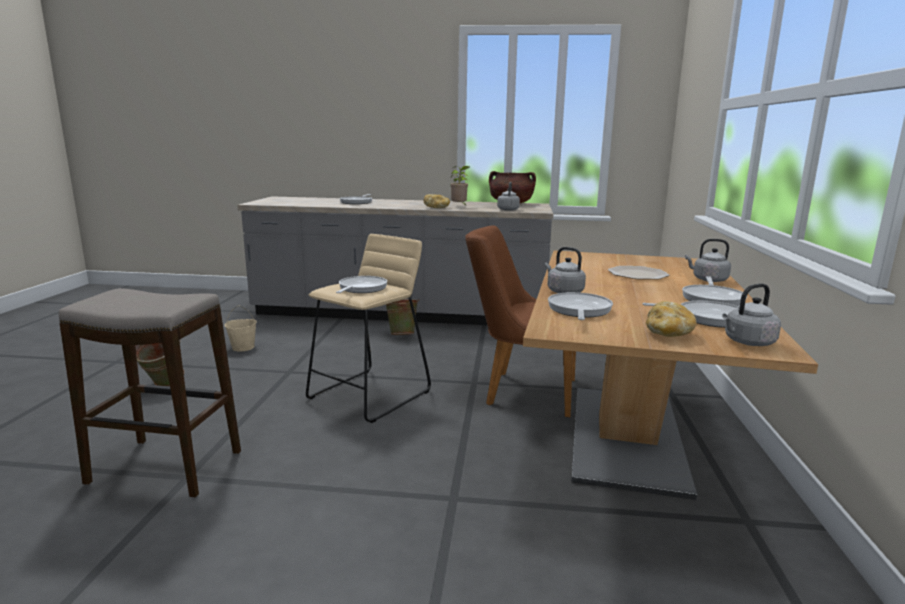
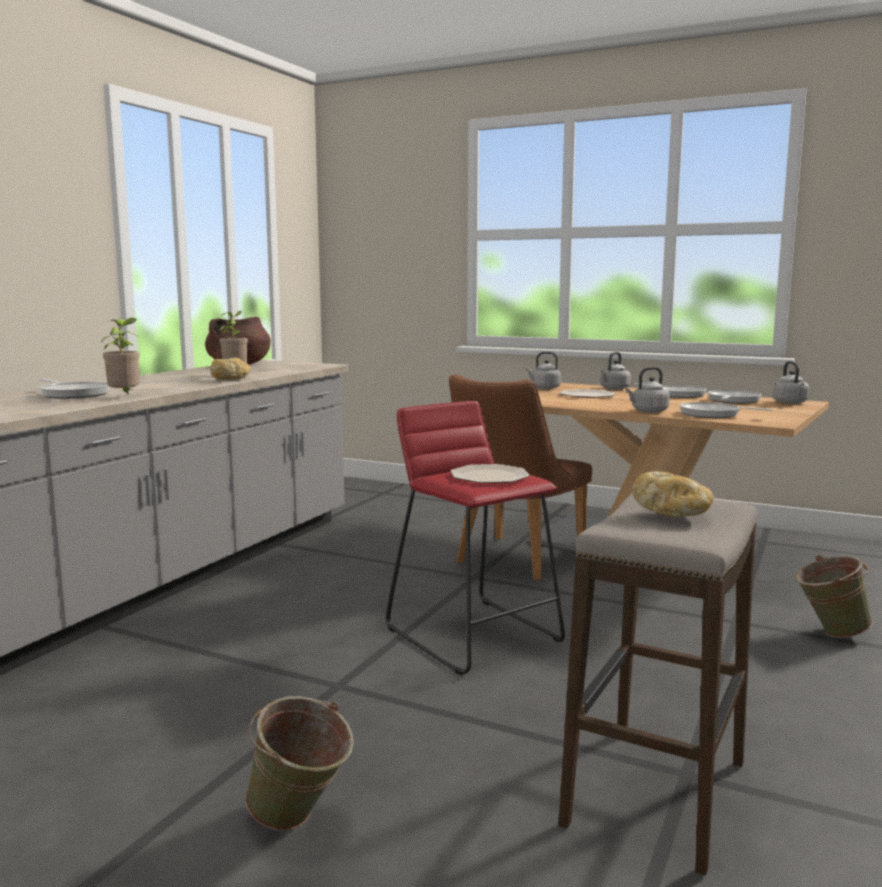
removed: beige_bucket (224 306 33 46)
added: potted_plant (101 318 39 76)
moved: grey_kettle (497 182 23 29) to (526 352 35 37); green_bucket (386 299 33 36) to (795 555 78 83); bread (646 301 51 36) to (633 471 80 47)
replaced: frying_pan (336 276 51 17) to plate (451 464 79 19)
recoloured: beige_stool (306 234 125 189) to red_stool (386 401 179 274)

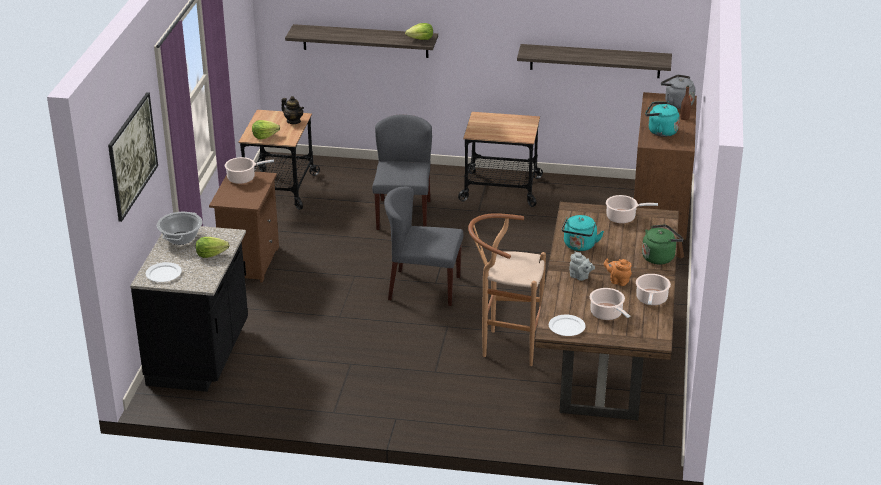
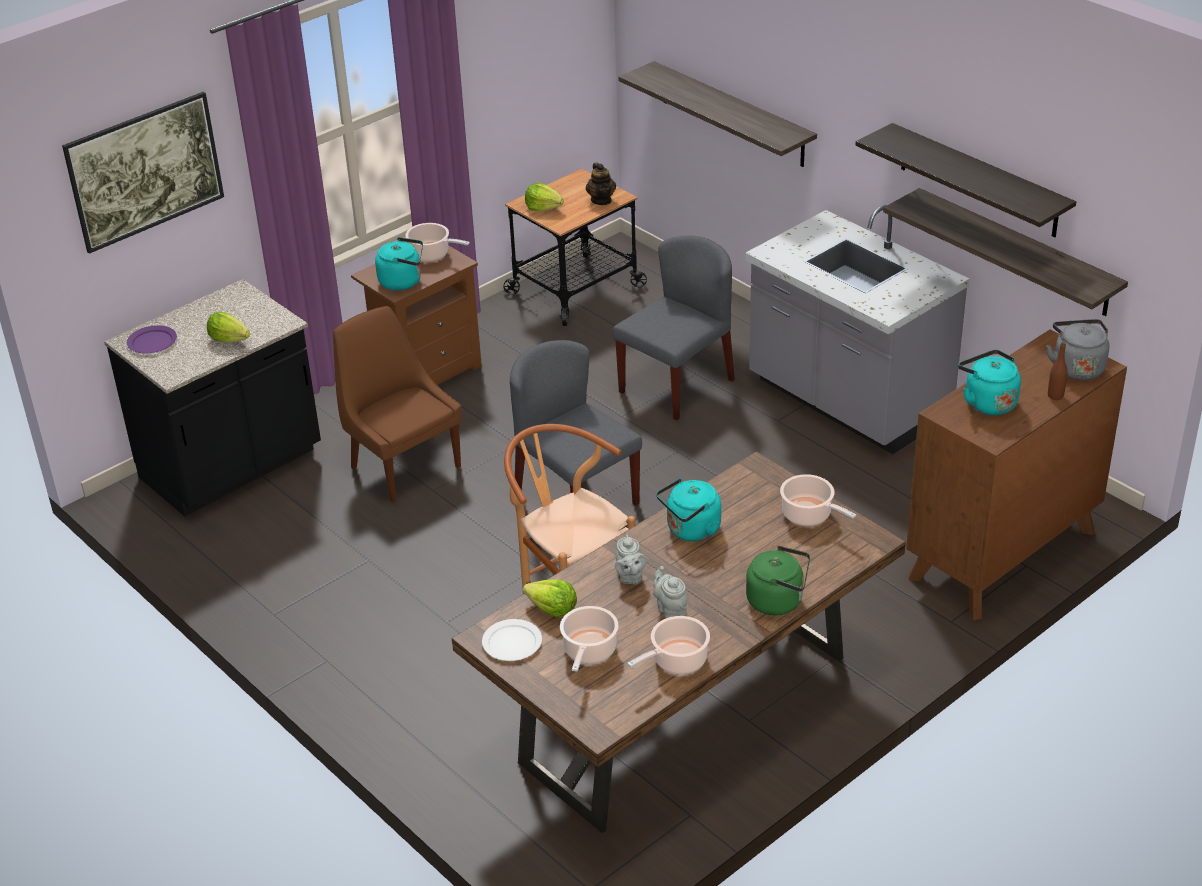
removed: cooking_pot (157 211 45 34)
added: shelf (855 123 221 114); turquoise_kettle (375 237 48 53); brown_chair (333 306 129 196)
moved: lettuce (405 23 28 17) to (523 579 54 39)
replaced: cart (458 112 85 95) to grey_counter (745 205 224 249)
recoloured: orange_teapot (604 259 28 27) to grey_teapot (653 566 34 53); white_plate (146 262 36 20) to purple_plate (127 325 50 28)

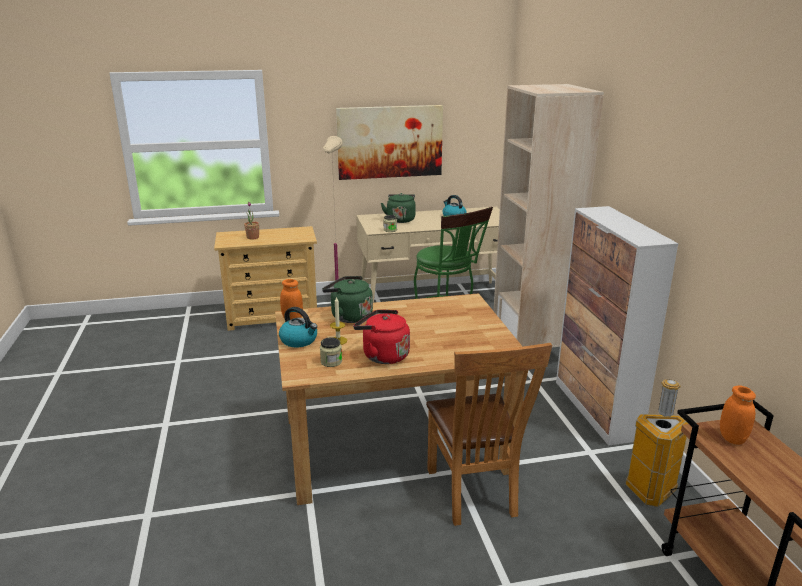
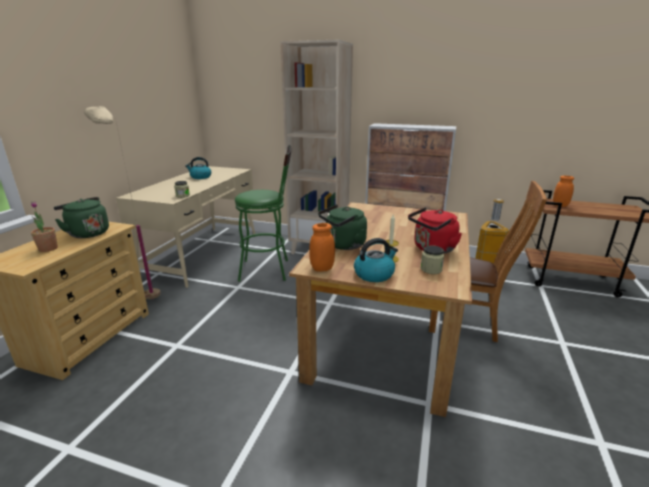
removed: picture (336 105 107 75)
moved: green_kettle (381 193 35 30) to (54 197 55 41)

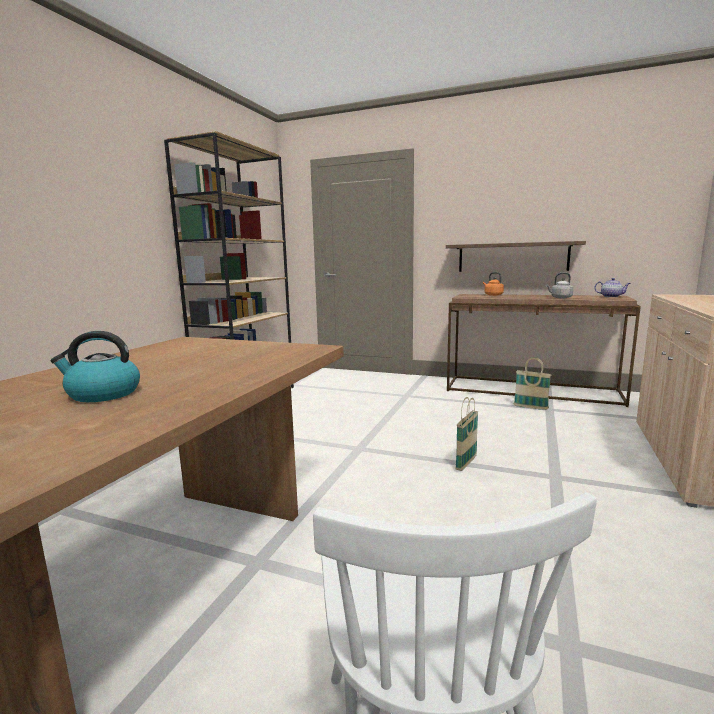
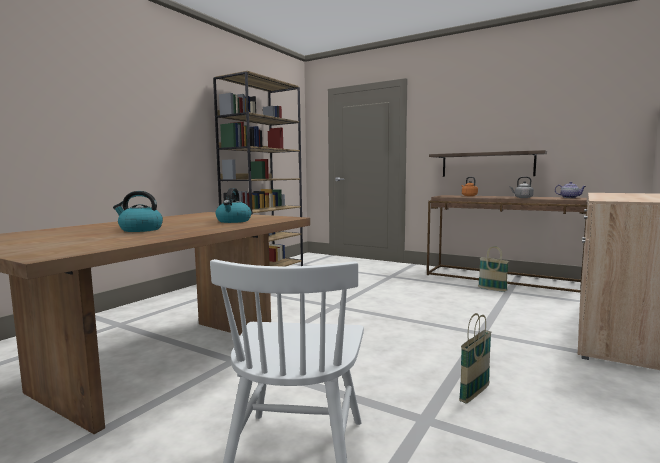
added: kettle (216 188 35 35)
moved: basket (455 397 23 74) to (459 313 32 91)

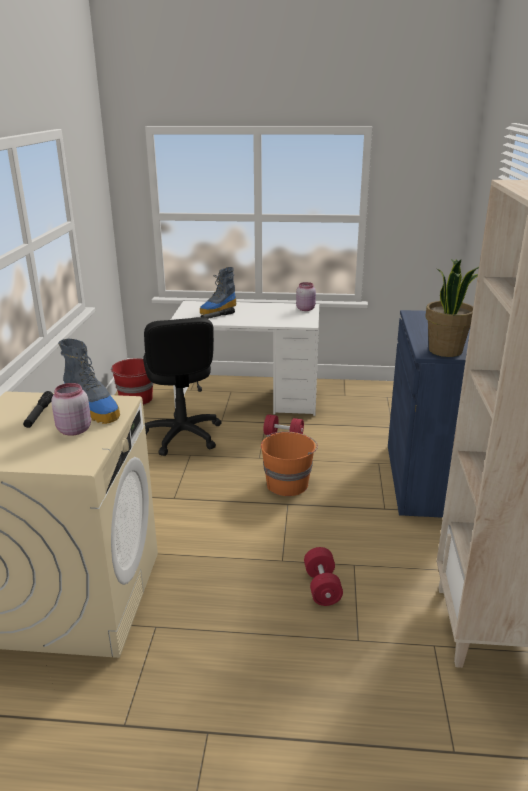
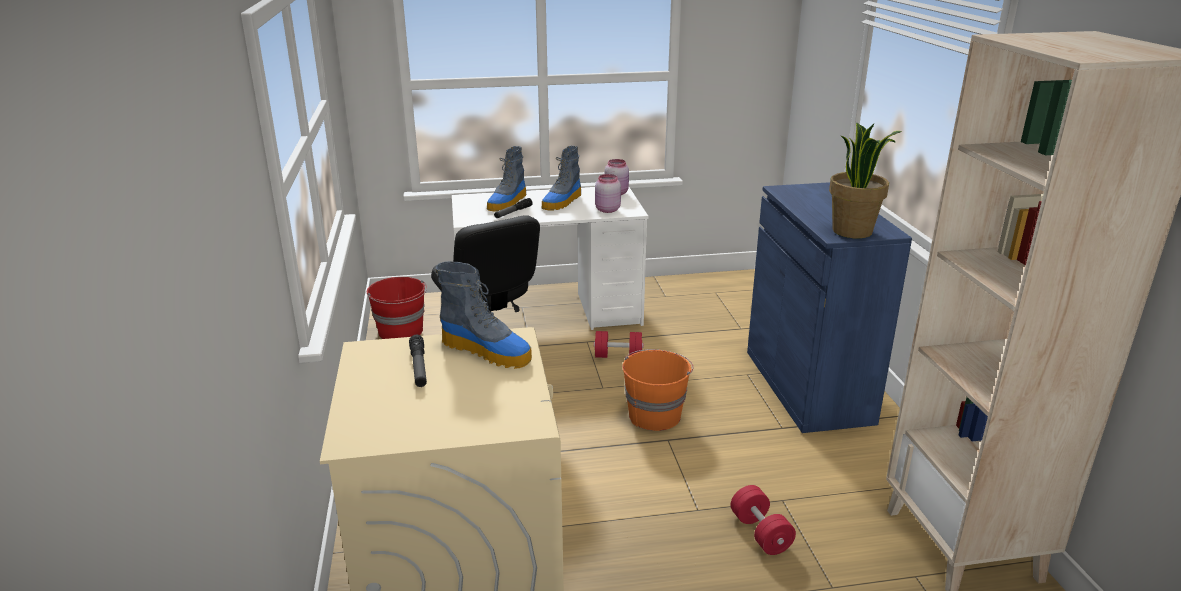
added: boot (541 146 40 65)
moved: pink_jar (51 383 40 53) to (595 174 26 39)

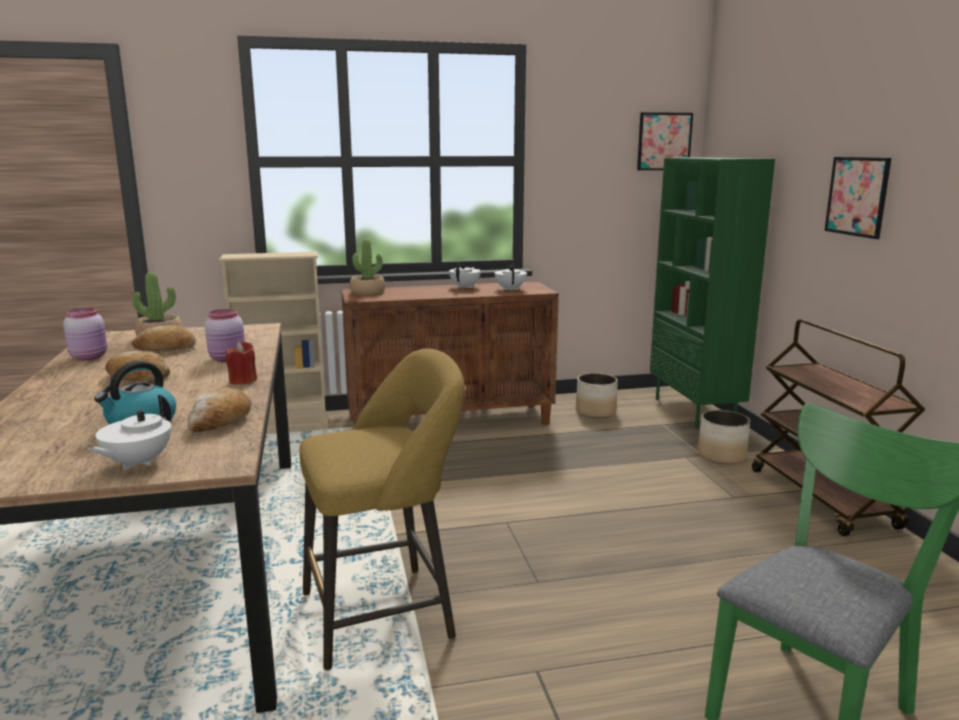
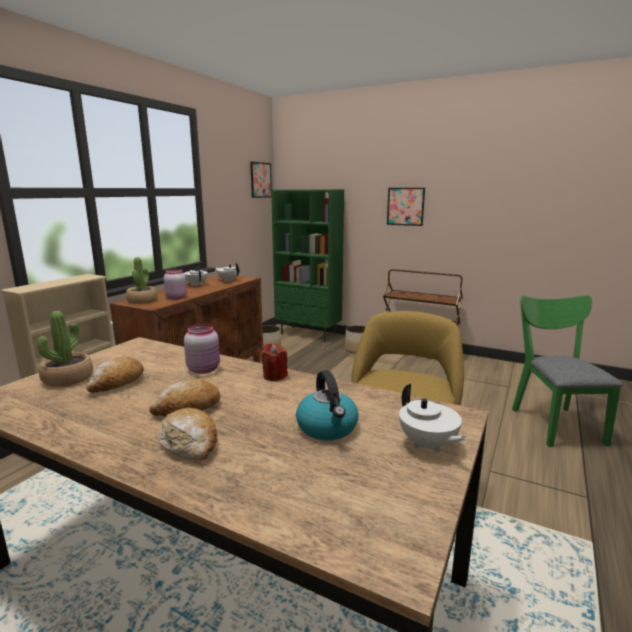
moved: pink_jar (63 308 44 52) to (164 269 23 31); bread (187 387 64 45) to (158 407 59 54)

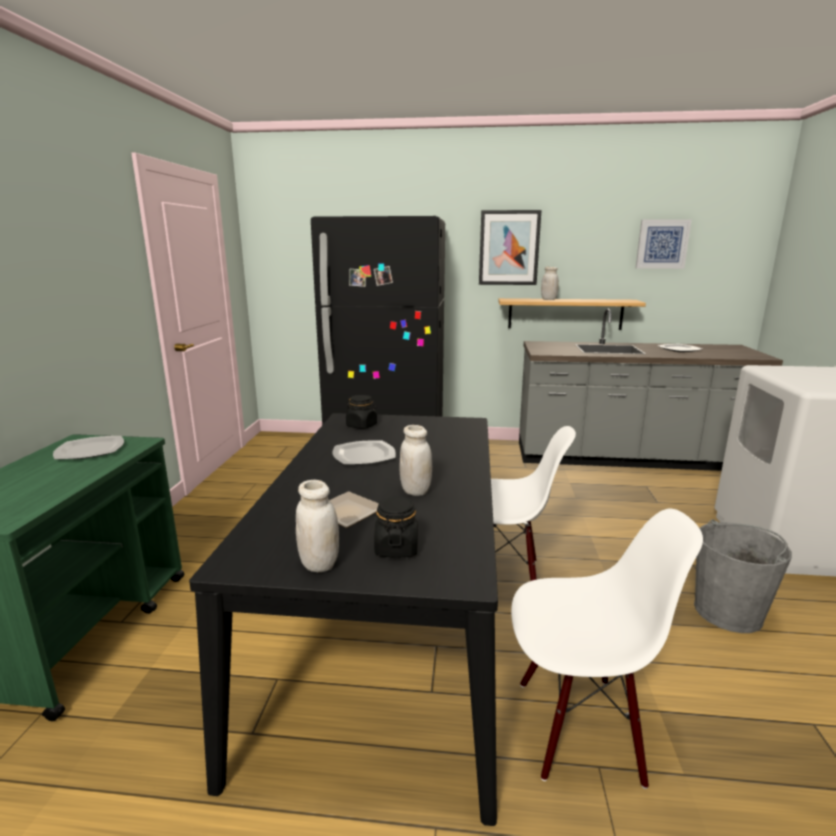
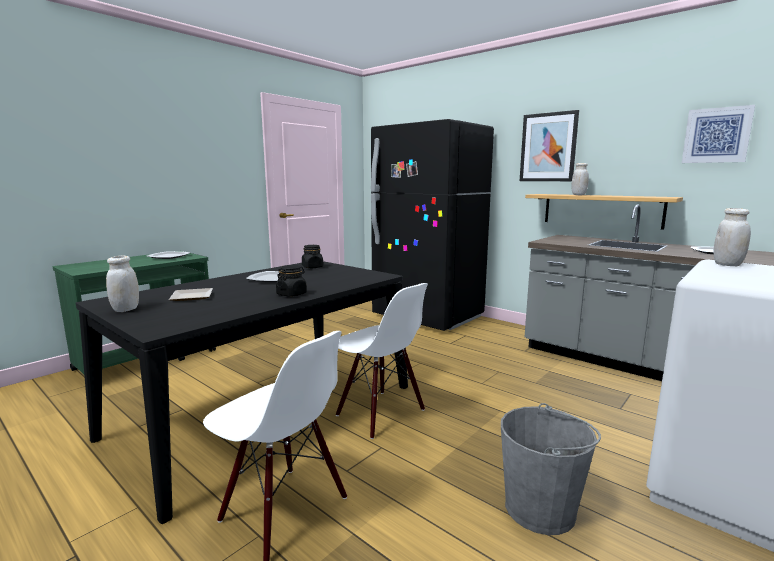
moved: white_jar (400 425 32 71) to (714 208 37 58); black_jar (374 496 44 61) to (276 265 31 32)

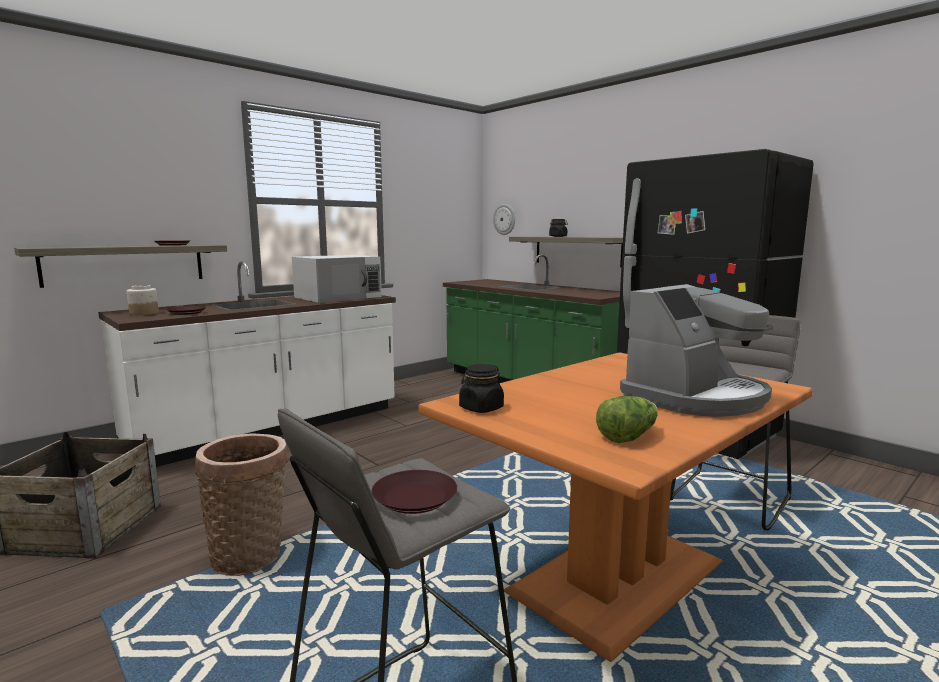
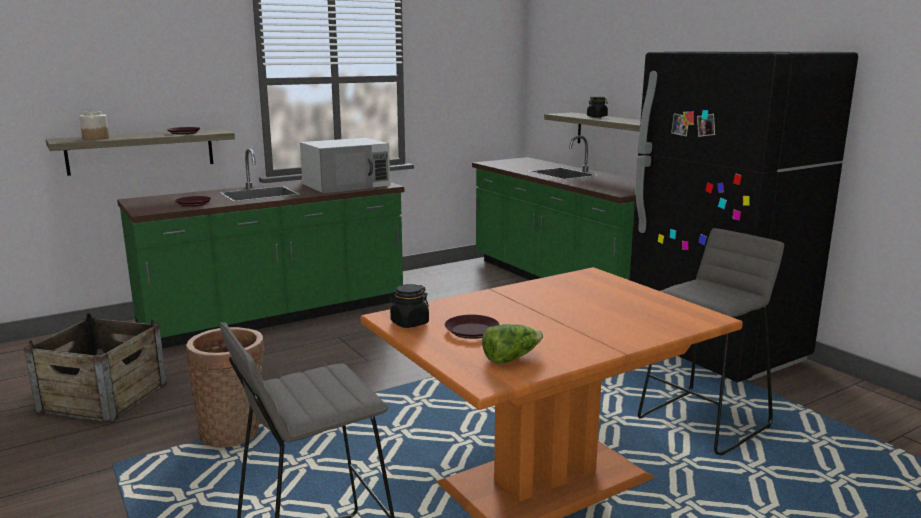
removed: wall_clock (493 204 22 31); coffee_machine (620 284 153 133)
moved: jar (127 285 32 30) to (79 111 30 29); brown_plate (372 470 85 44) to (445 315 55 24)
recoloured: white_counter (98 261 298 206) to green_counter (117 148 287 200)

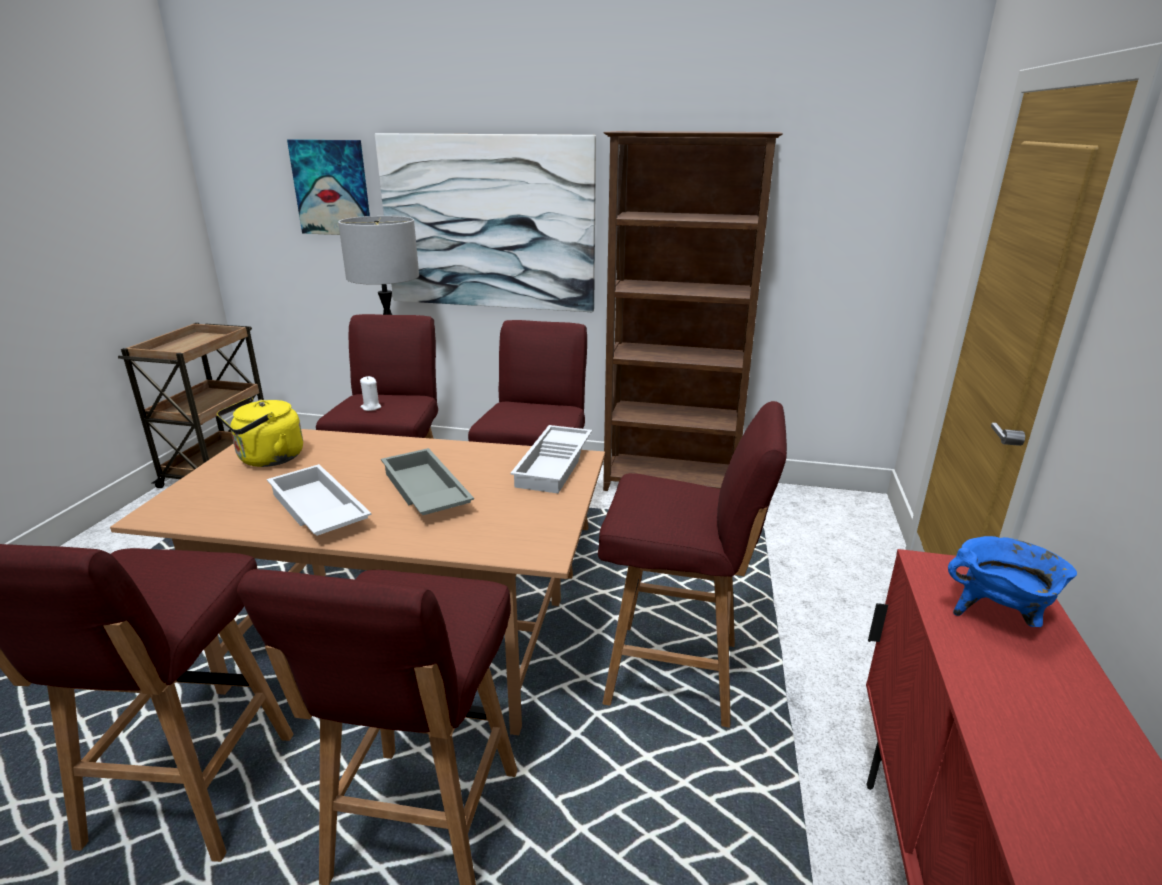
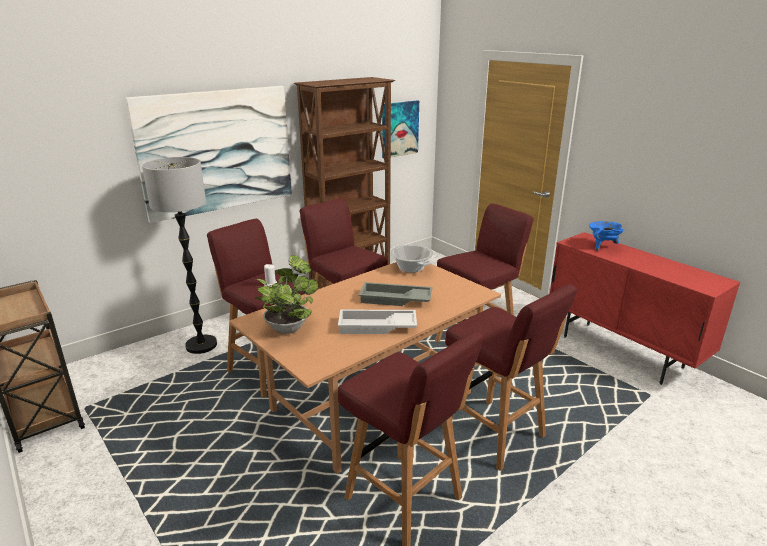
moved: picture (287 139 83 96) to (382 100 37 58)
replaced: yellow_kettle (217 397 86 70) to potted_plant (255 255 63 79); white_tray (510 425 82 68) to cooking_pot (390 245 43 28)

